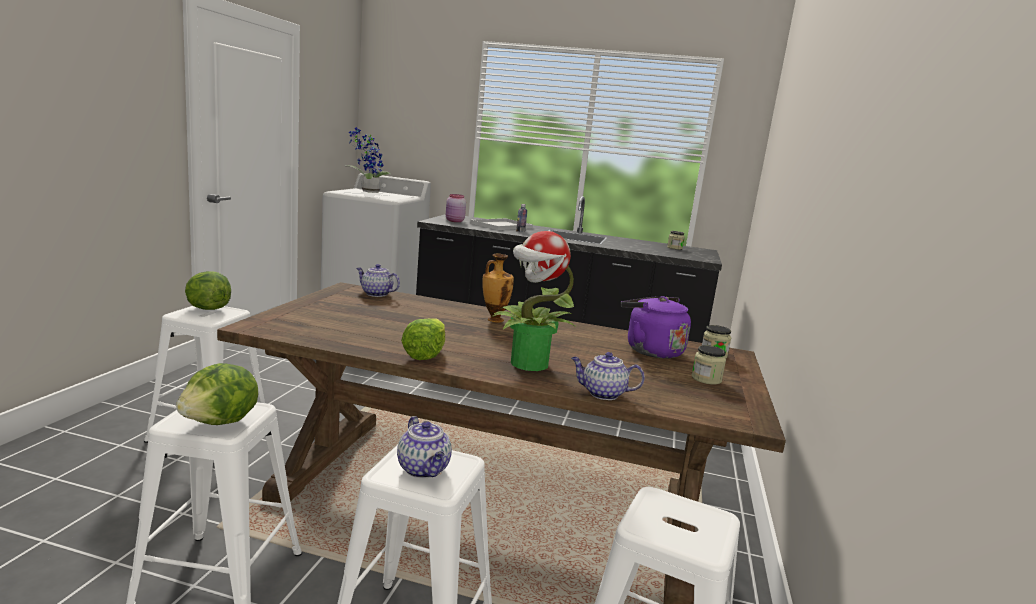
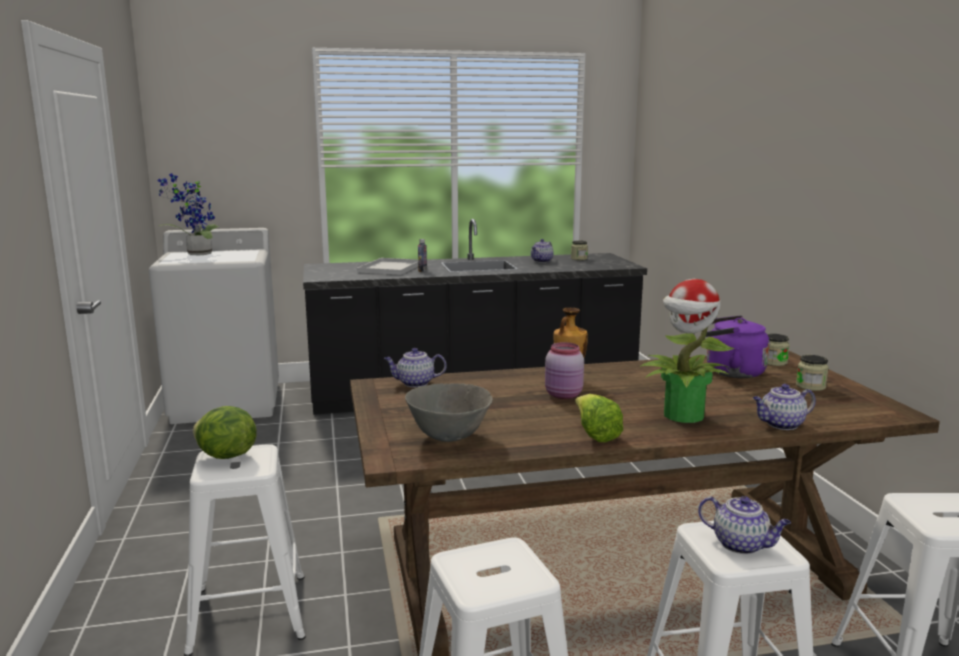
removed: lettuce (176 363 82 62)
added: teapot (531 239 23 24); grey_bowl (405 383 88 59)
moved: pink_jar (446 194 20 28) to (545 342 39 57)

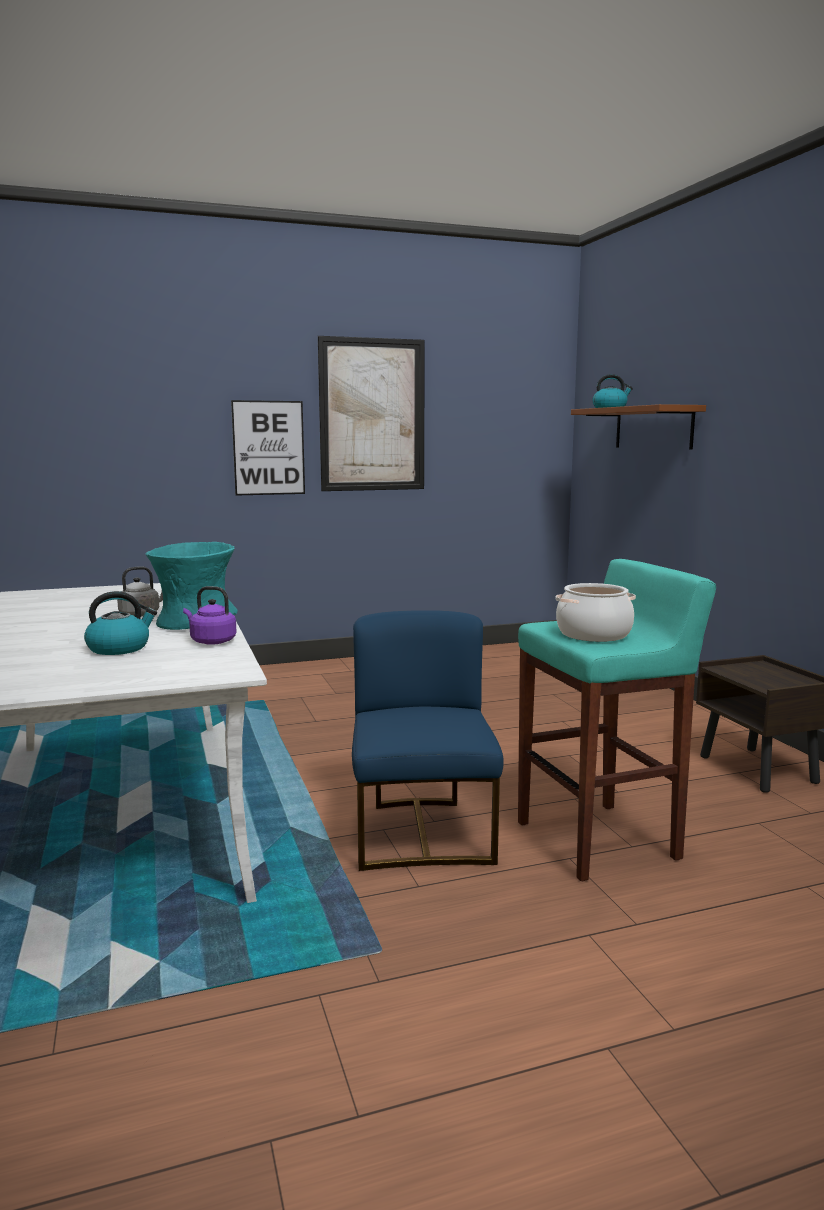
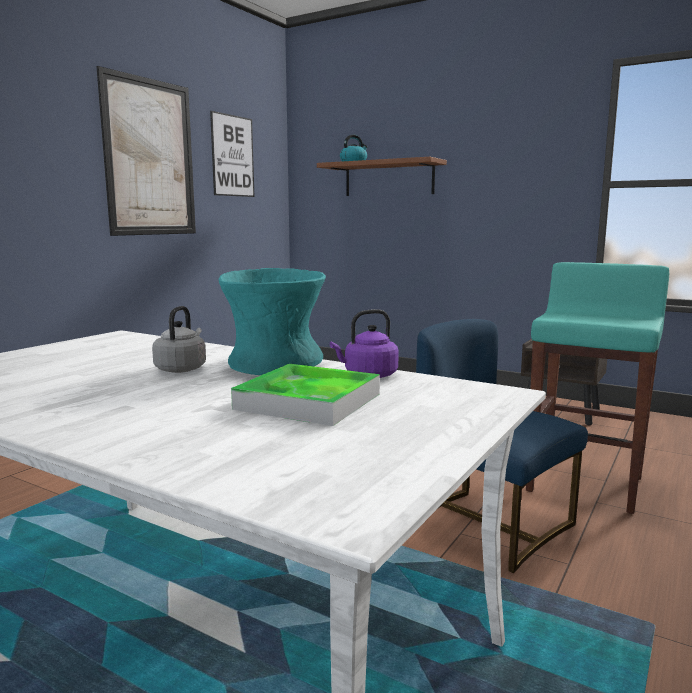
removed: cooking_pot (555 583 81 59)
moved: picture (231 400 74 96) to (210 111 44 86)
replaced: kettle (84 591 73 64) to tray (231 364 149 62)

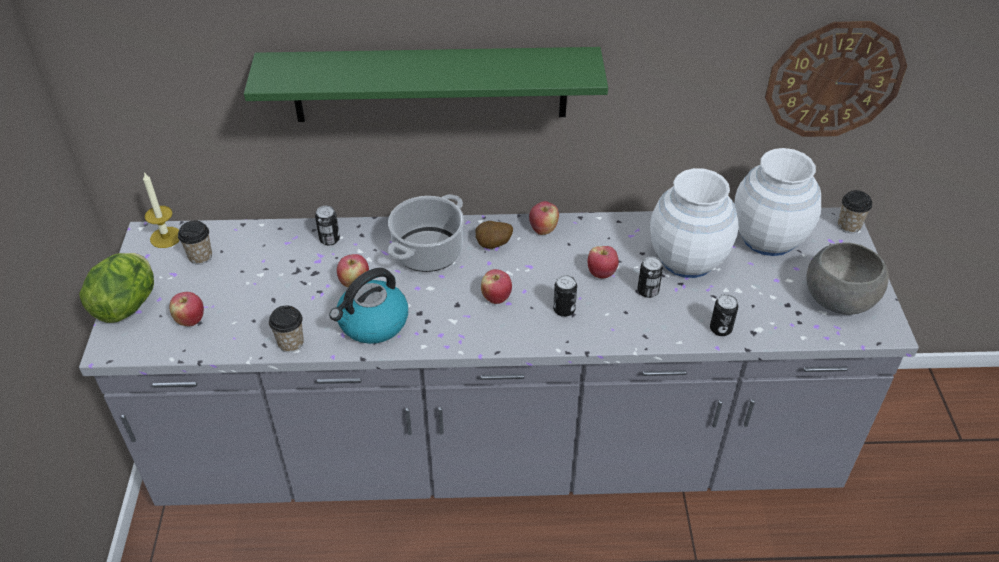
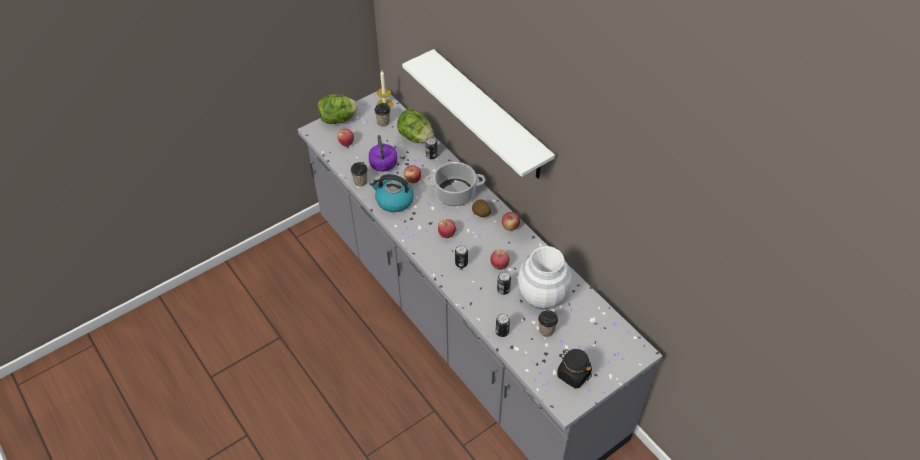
removed: wall_clock (765 21 142 116); white_vase (734 148 87 108)
added: lettuce (397 109 37 34); purple_kettle (369 135 28 37)
moved: cup (838 190 34 43) to (538 310 20 27)
replaced: grey_bowl (806 242 83 73) to black_jar (557 349 35 39)
recoloured: green_shelf (244 47 364 75) to white_shelf (402 49 153 130)

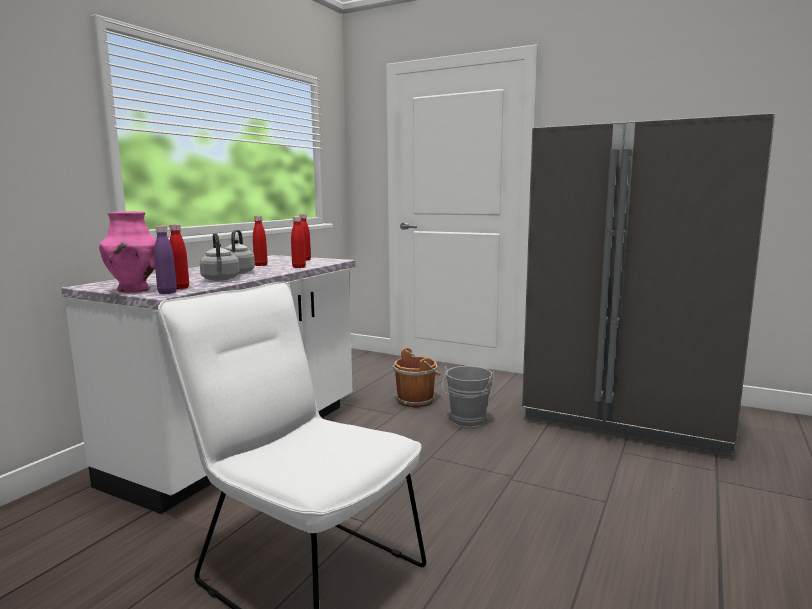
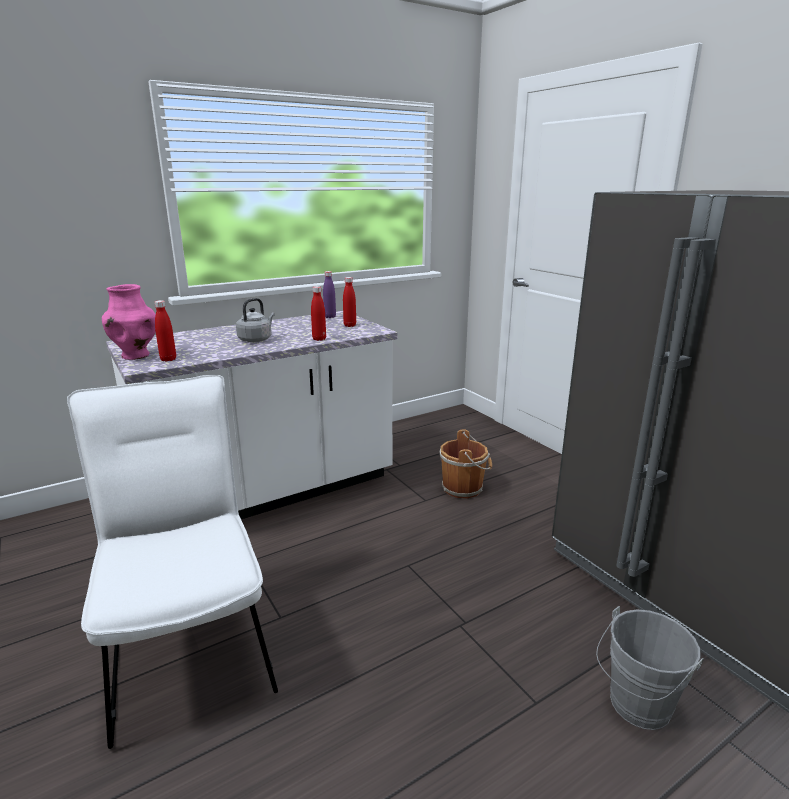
removed: red_bottle (253 216 15 50); grey_kettle (200 233 40 48)
moved: purple_bottle (154 226 23 68) to (323 271 13 47); grey_bucket (442 365 53 62) to (596 606 108 124)

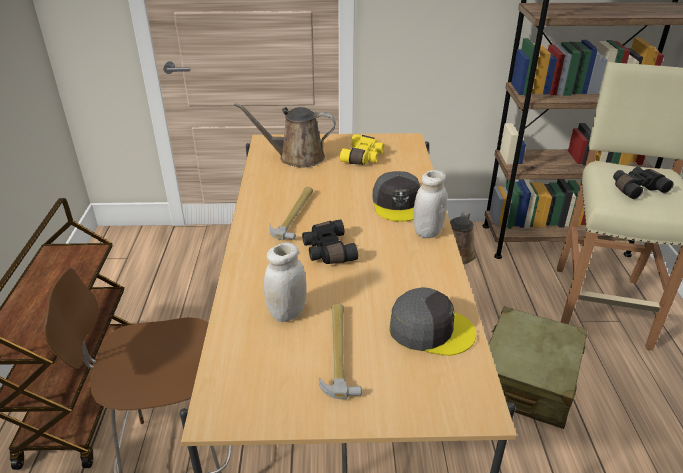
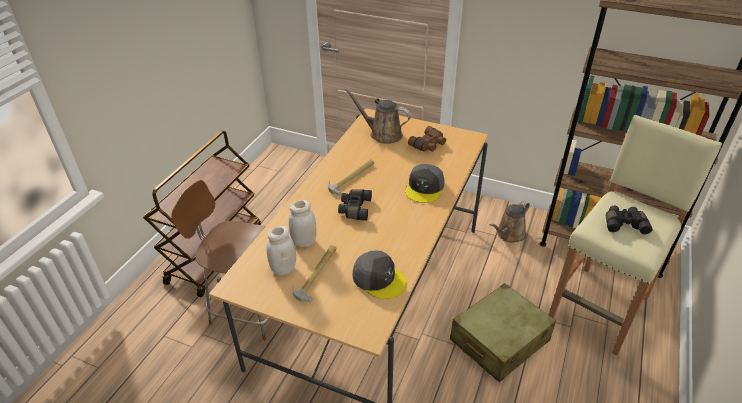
moved: white_jar (413 170 34 68) to (266 226 30 49)
recoloured: yellow_binoculars (340 134 44 31) to brown_binoculars (408 126 38 26)

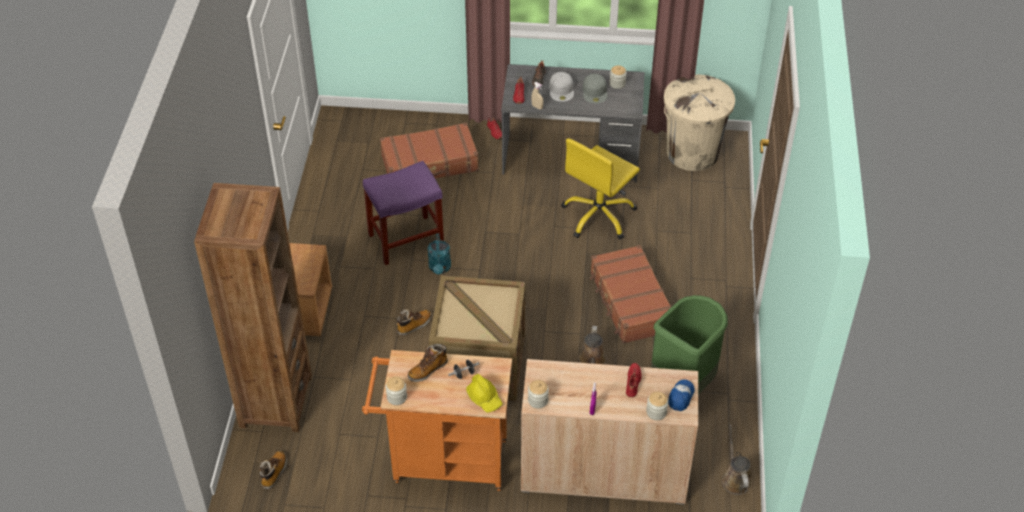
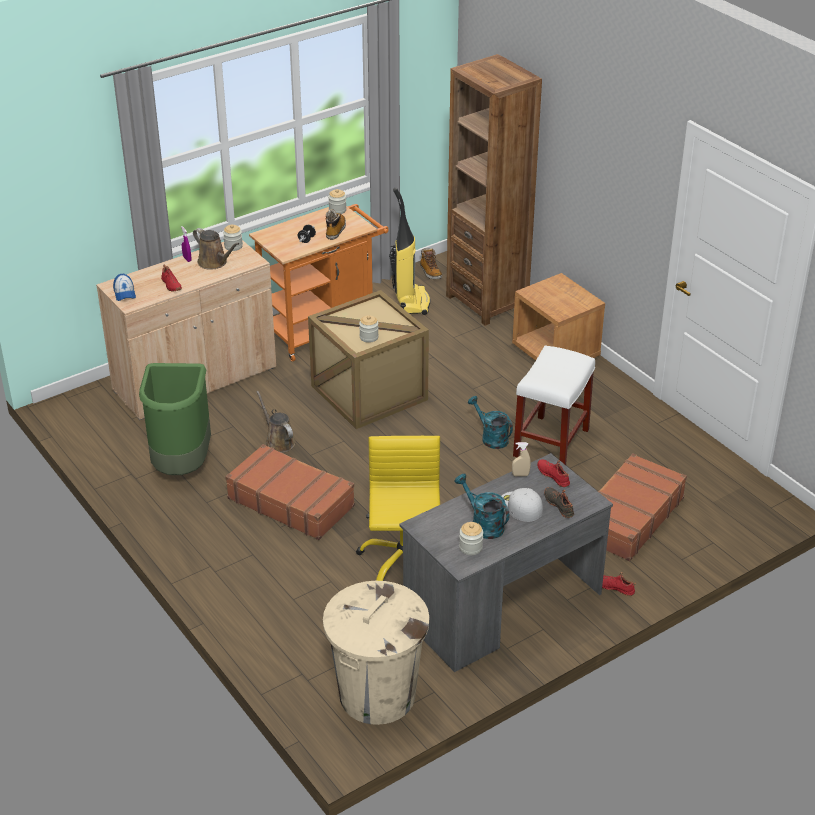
removed: boot (397 309 35 27); yellow_hard_hat (466 374 37 39)
added: vacuum_cleaner (389 188 41 127)
moved: jar (646 392 22 28) to (359 315 20 28); brown_watering_can (721 424 31 71) to (193 228 46 42)
replaced: grey_cap (583 73 24 31) to turquoise_watering_can (455 474 55 65)
recoloured: purple_stool (363 161 81 104) to white_stool (513 346 82 119)

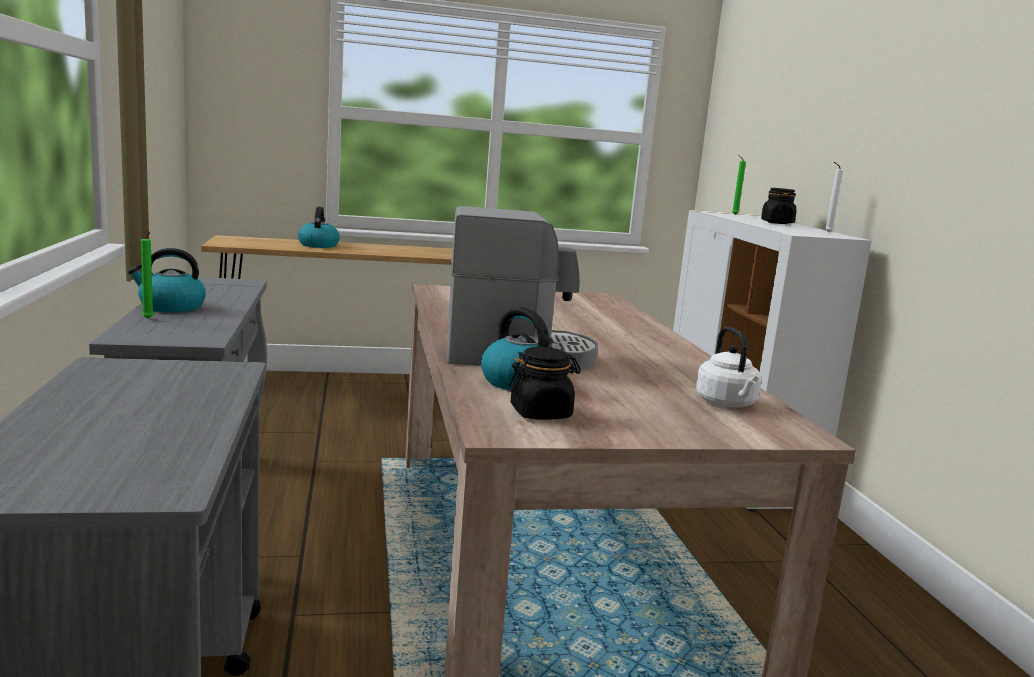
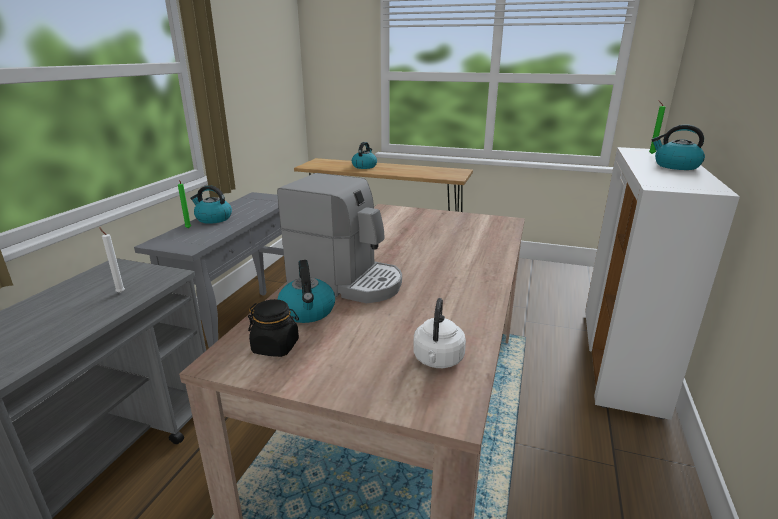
moved: white_candle (825 162 18 71) to (99 227 26 66)
replaced: black_jar (761 188 36 36) to kettle (652 125 53 45)

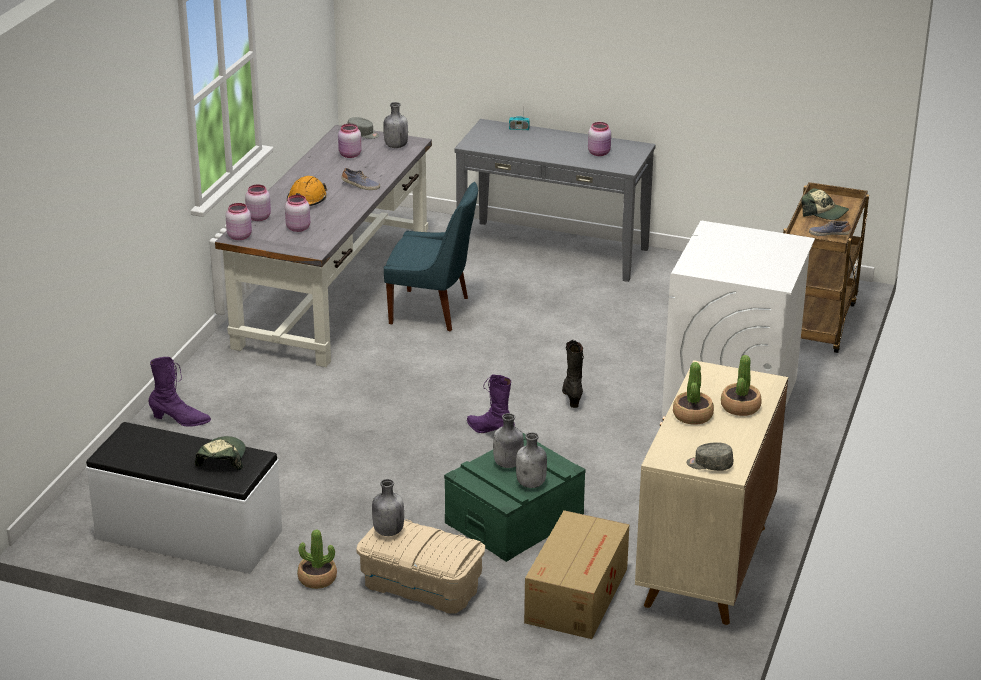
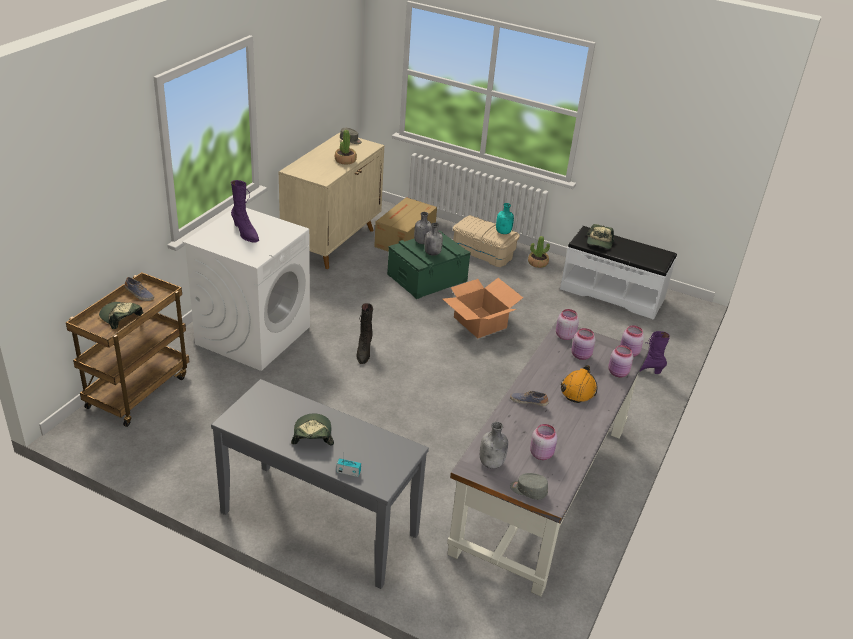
removed: blue_chair (384 182 94 149); potted_plant (721 355 41 61)
added: cardboard_box (443 278 80 60); cap (291 414 43 32)
moved: pink_jar (588 122 23 34) to (556 309 23 31); purple_boot (467 375 48 58) to (231 180 28 63)
recoloured: grey_bottle (372 479 32 57) to turquoise_bottle (496 203 18 31)

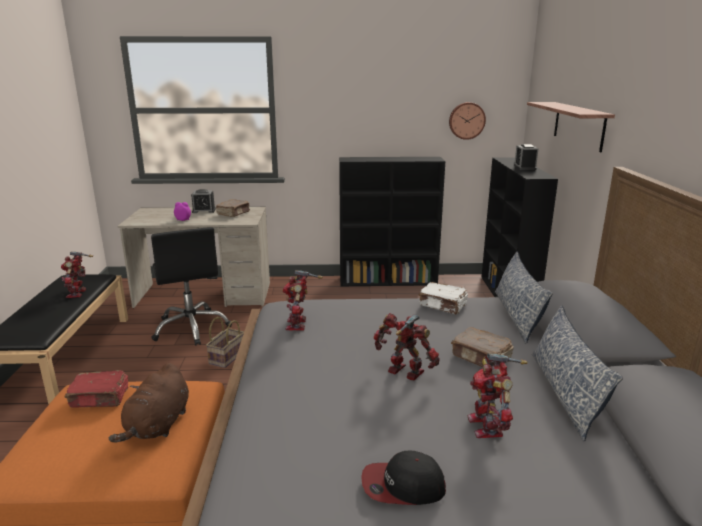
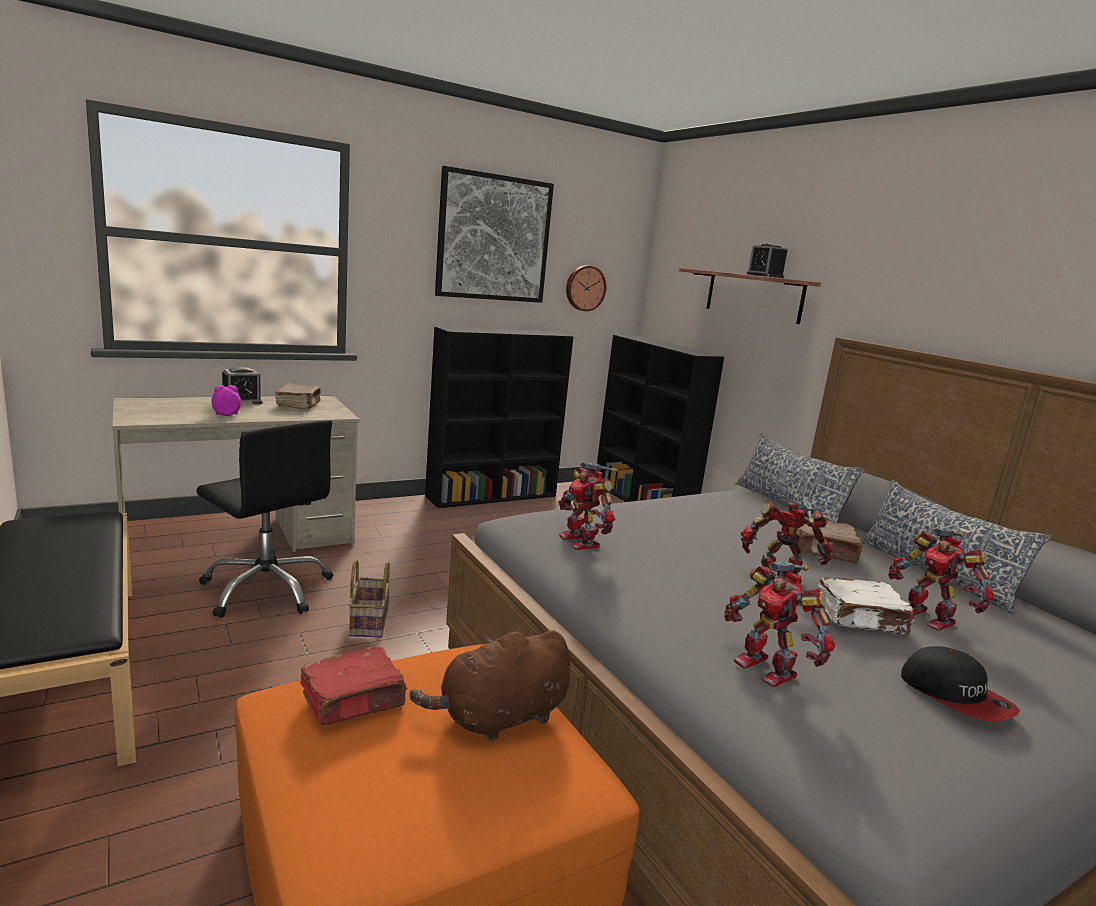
added: picture (435 166 119 137)
moved: alarm_clock (514 144 25 26) to (747 243 41 35); toy_robot (61 251 32 47) to (724 562 111 125); white_book (418 282 50 32) to (818 577 96 58)
turned: brown_plush_toy (109 363 80 80) = (410 630 160 111) 75 degrees clockwise; cap (361 451 85 54) = (901 646 119 75) 90 degrees counterclockwise

